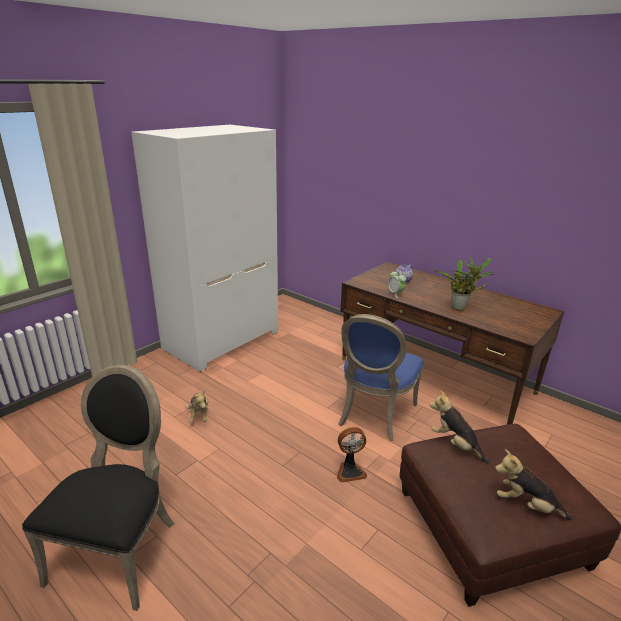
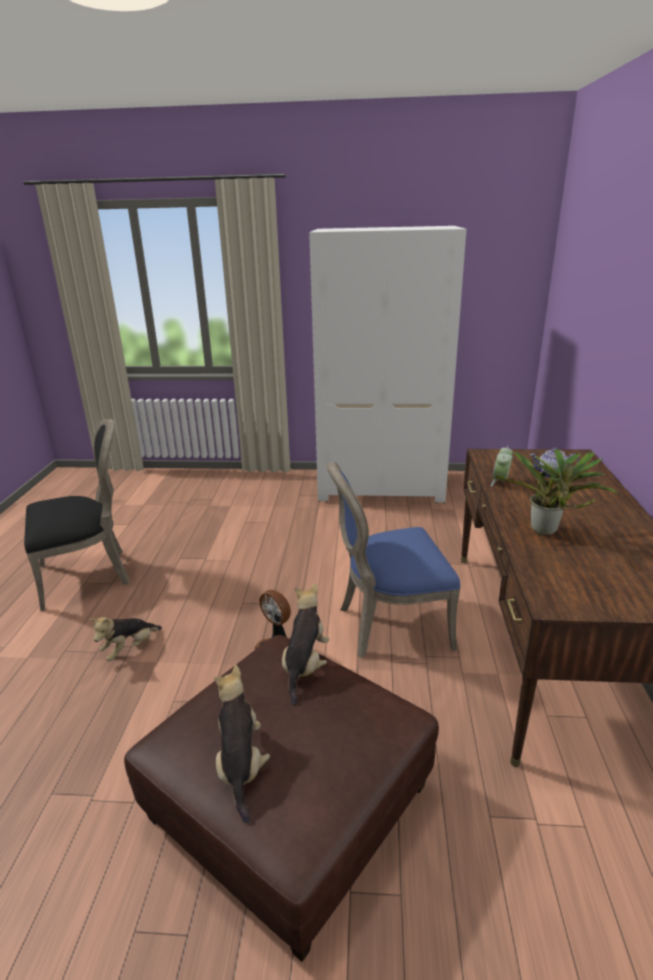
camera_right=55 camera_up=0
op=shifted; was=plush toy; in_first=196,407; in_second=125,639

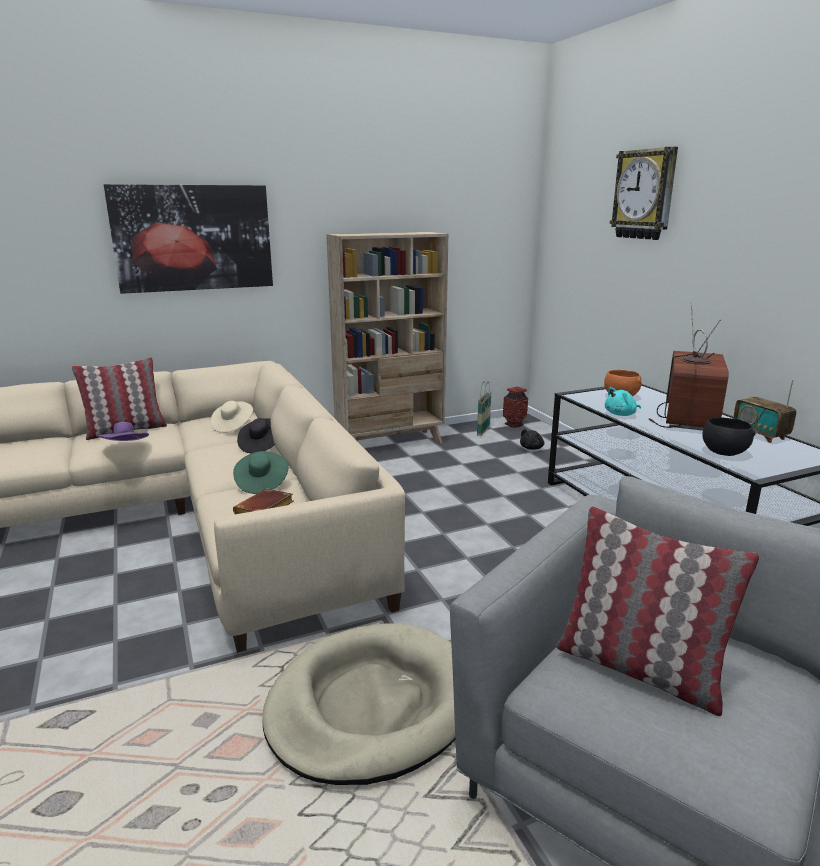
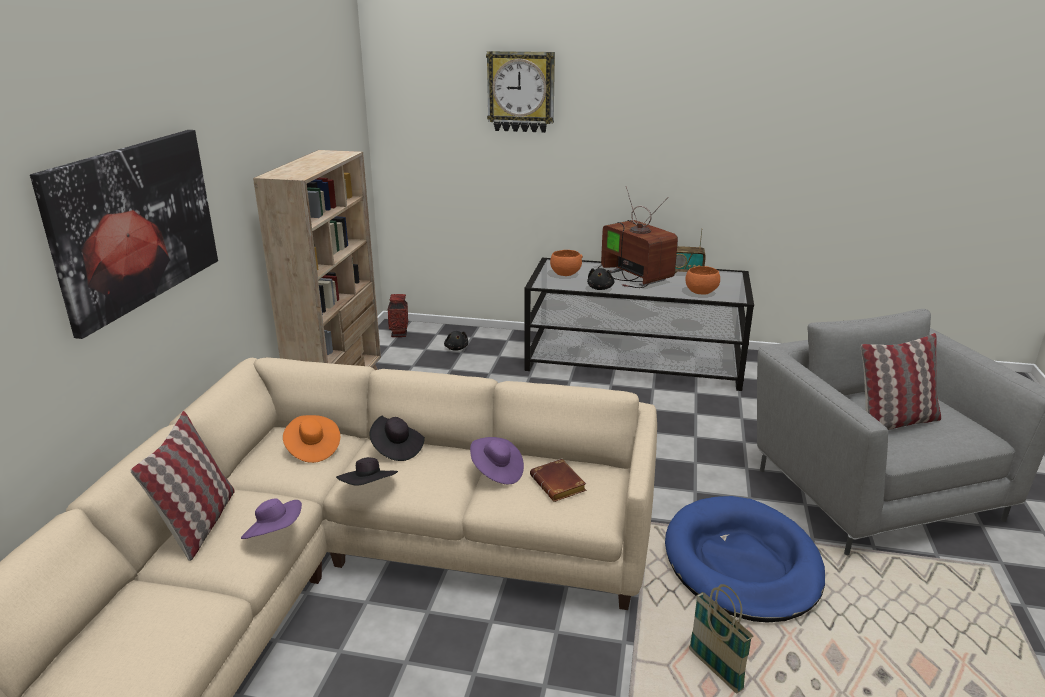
camera_right=-55 camera_up=5
op=shifted; was=basket; in_first=484,408; in_second=721,638
op=repainted; was=turquoise plush toy; now=black plush toy; in_first=623,401; in_second=600,279
op=repainted; was=beige hat; now=orange hat; in_first=231,417; in_second=311,439
op=repainted; was=black bowl; now=orange bowl; in_first=729,436; in_second=702,280
op=repainted; was=green hat; now=purple hat; in_first=260,472; in_second=497,460
op=repainted; was=beige dog bed; now=blue dog bed; in_first=358,704; in_second=745,559
op=new; now=black hat; in_second=367,471

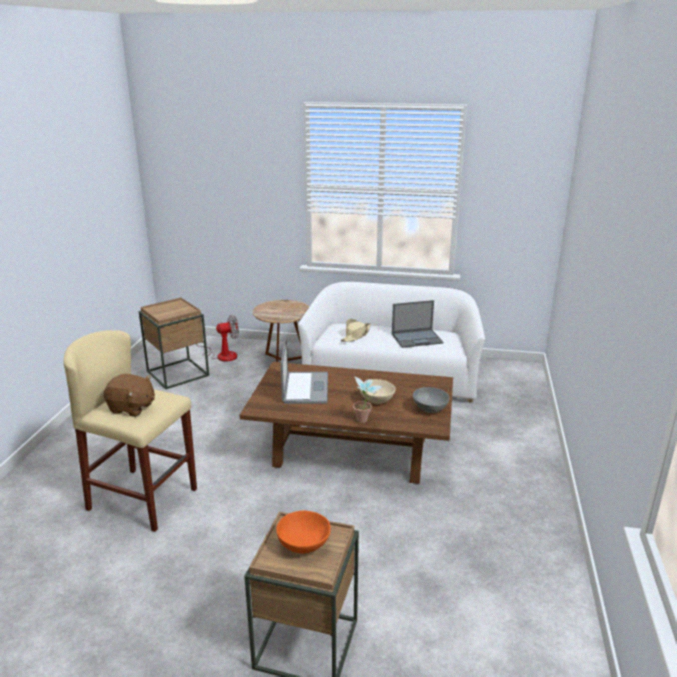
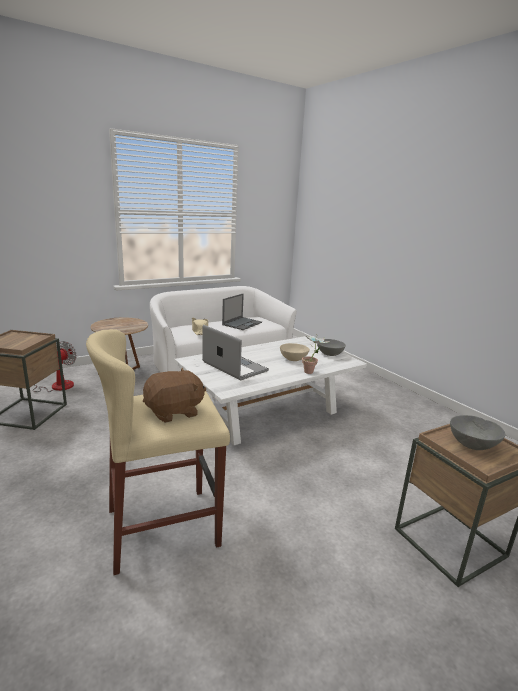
camera_right=-45 camera_up=-5
op=repainted; was=brown coffee table; now=white coffee table; in_first=346,423; in_second=270,390
op=repainted; was=orange bowl; now=grey bowl; in_first=303,532; in_second=477,432

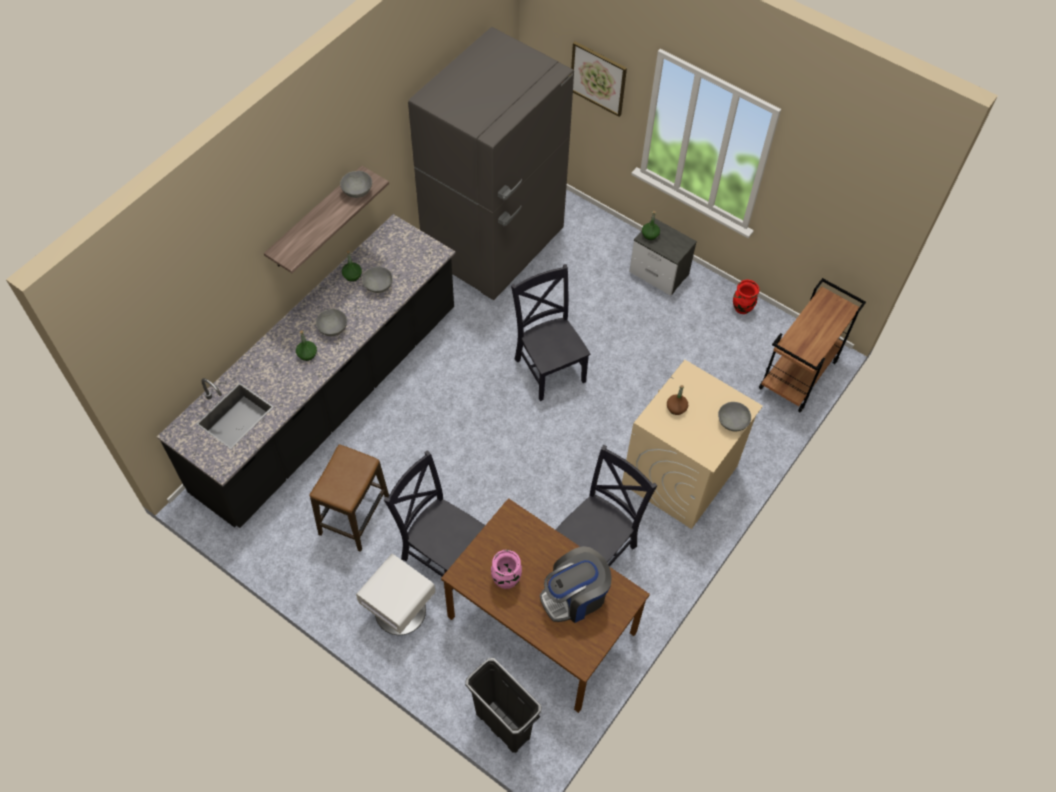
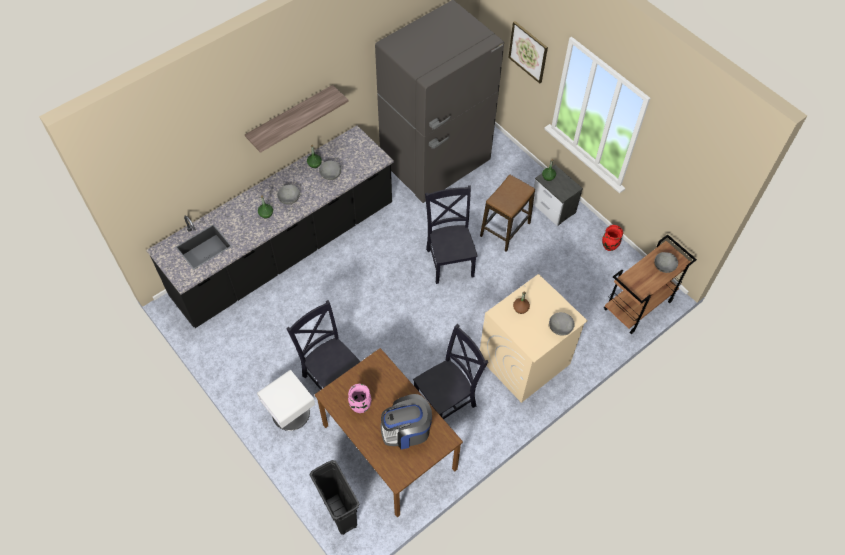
camera_right=15 camera_up=0
op=shifted; was=grey bowl; in_first=356,184; in_second=666,262
op=shifted; was=stool; in_first=349,498; in_second=507,213

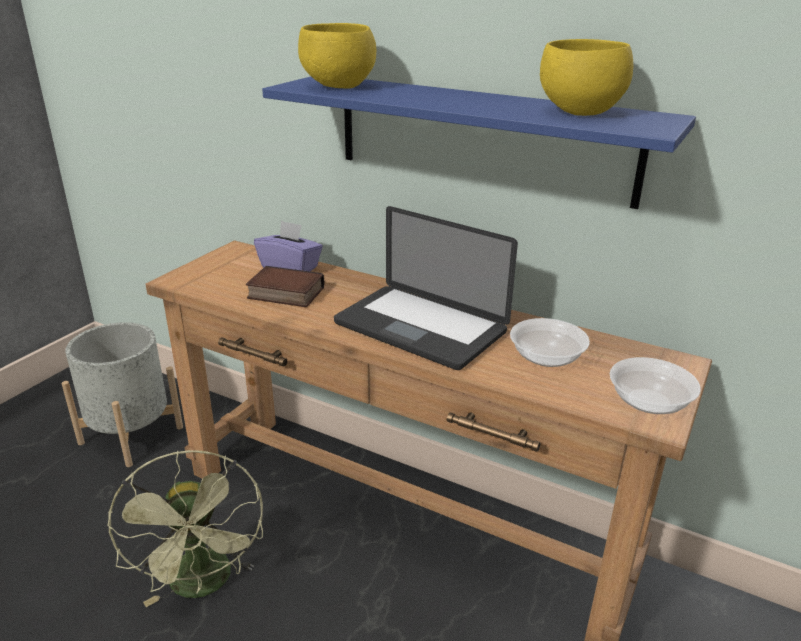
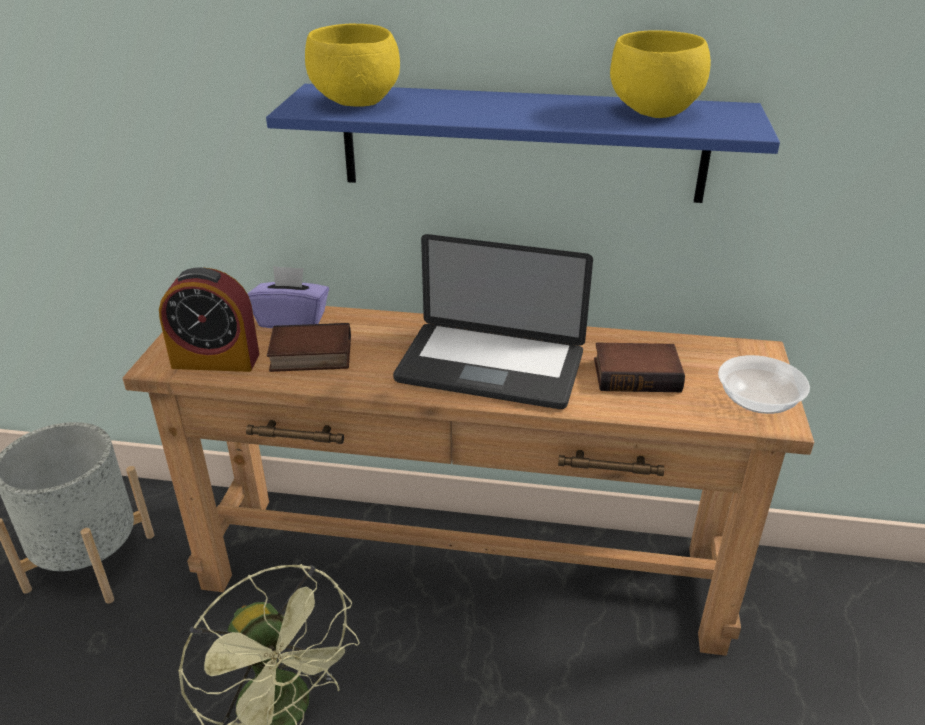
camera_right=-20 camera_up=5
op=swapped; was=bowl; now=book; in_first=550,342; in_second=639,367
op=new; now=alarm clock; in_second=209,319

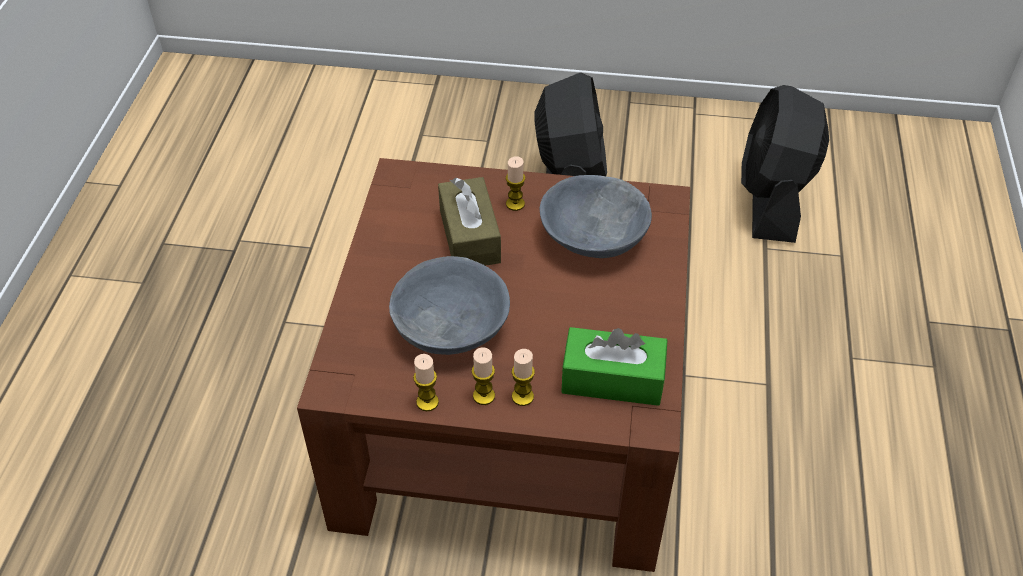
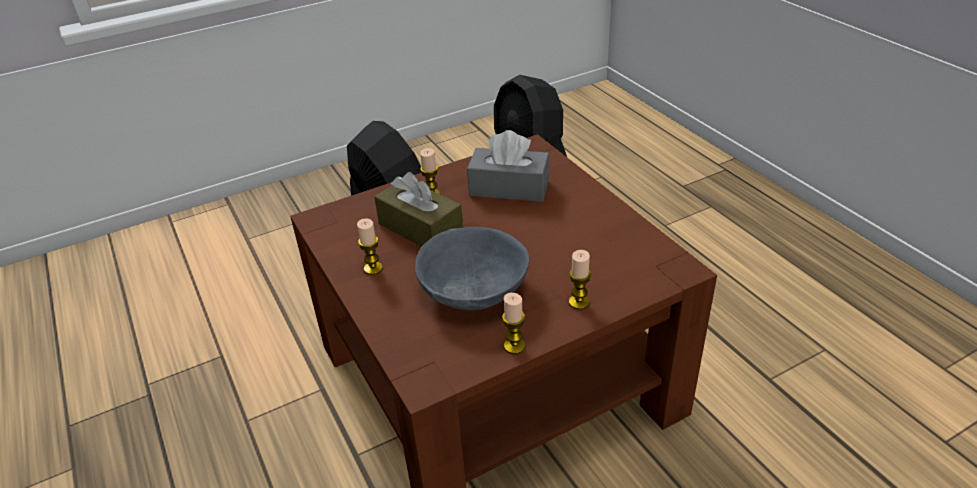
camera_right=-35 camera_up=-10
op=swapped; was=grey bowl; now=grey tissue box; in_first=596,216; in_second=508,166
op=gone; was=green tissue box; in_first=614,366
op=shifted; was=candle; in_first=483,376; in_second=370,246

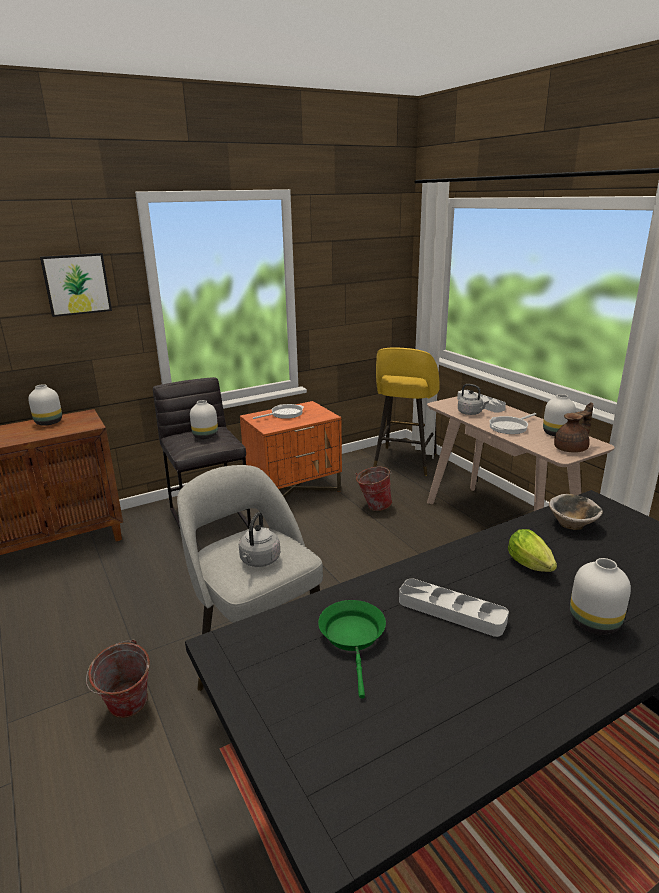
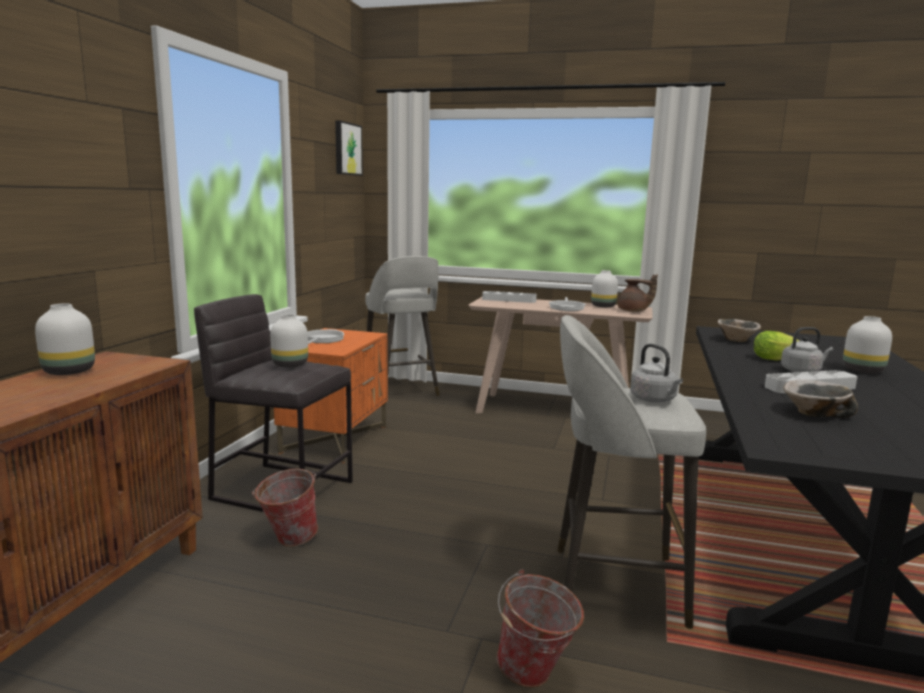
camera_right=-45 camera_up=-10
op=shifted; was=picture; in_first=76,285; in_second=349,148
op=repainted; was=yellow stool; now=grey stool; in_first=406,411; in_second=403,326
op=shifted; was=grey kettle; in_first=473,399; in_second=807,349
op=rotated; was=brown teapot; in_first=573,427; in_second=638,293; clockwise=105
op=shifted; was=bucket; in_first=373,488; in_second=285,507
op=swapped; was=green frying pan; now=bowl; in_first=352,649; in_second=820,398

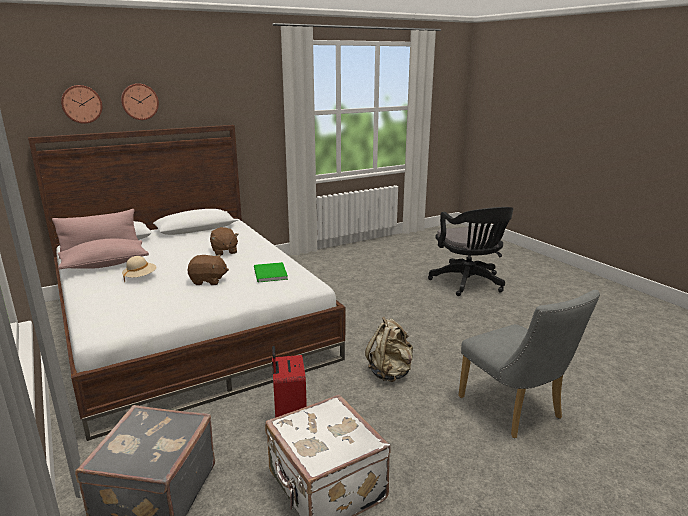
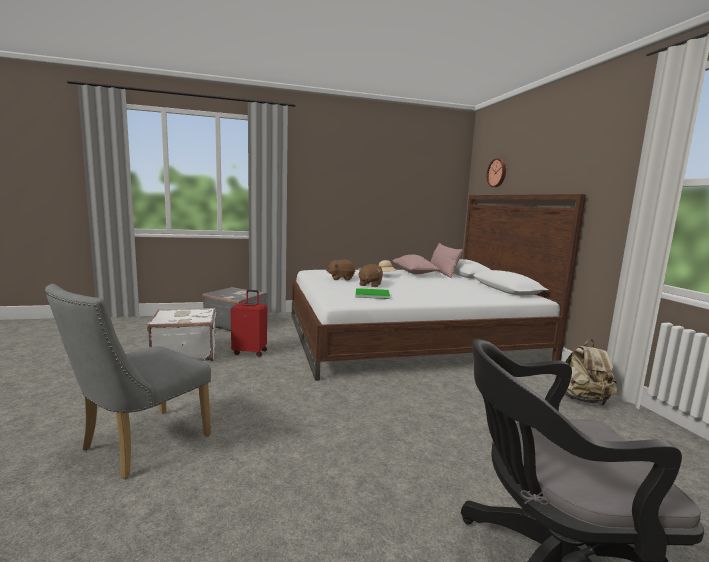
camera_right=105 camera_up=-10
op=gone; was=wall clock; in_first=140,101
op=shifted; was=brown plush toy; in_first=224,241; in_second=340,269
op=rotated; was=grey chair; in_first=529,364; in_second=128,381; clockwise=-45
op=shifted; was=beige backpack; in_first=389,349; in_second=586,372

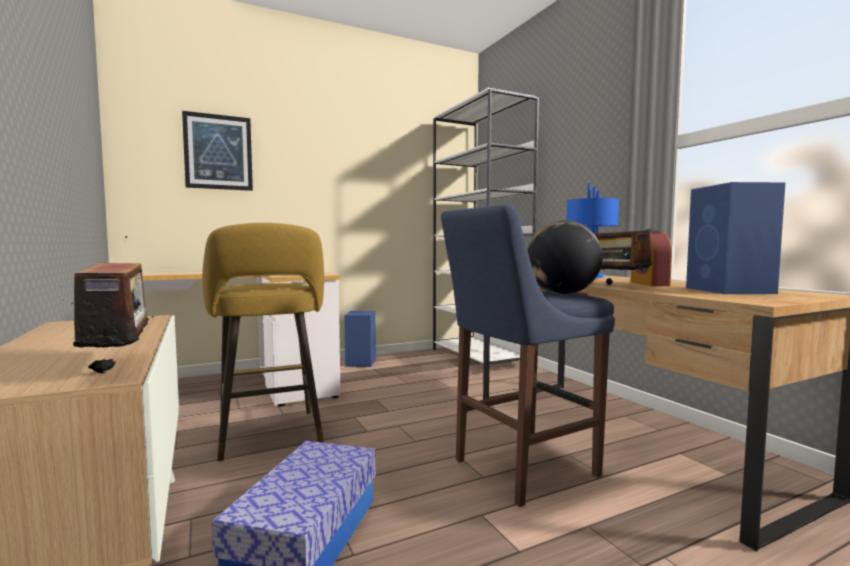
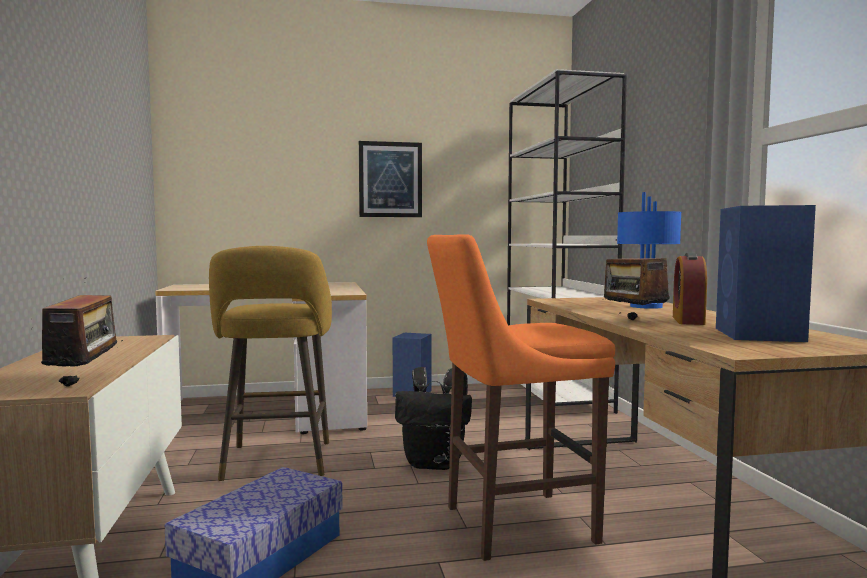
camera_right=15 camera_up=0
op=shifted; was=picture; in_first=217,151; in_second=390,179
op=repainted; was=blue stool; now=orange stool; in_first=528,355; in_second=521,397
op=gone; was=globe; in_first=565,257
op=new; now=black backpack; in_second=433,418

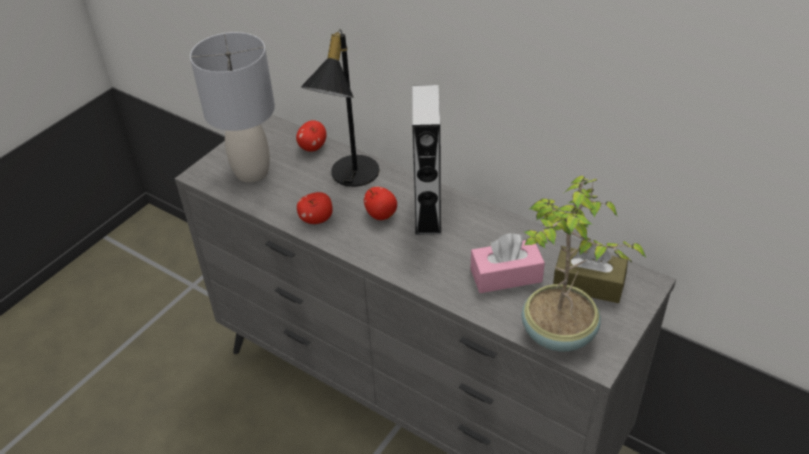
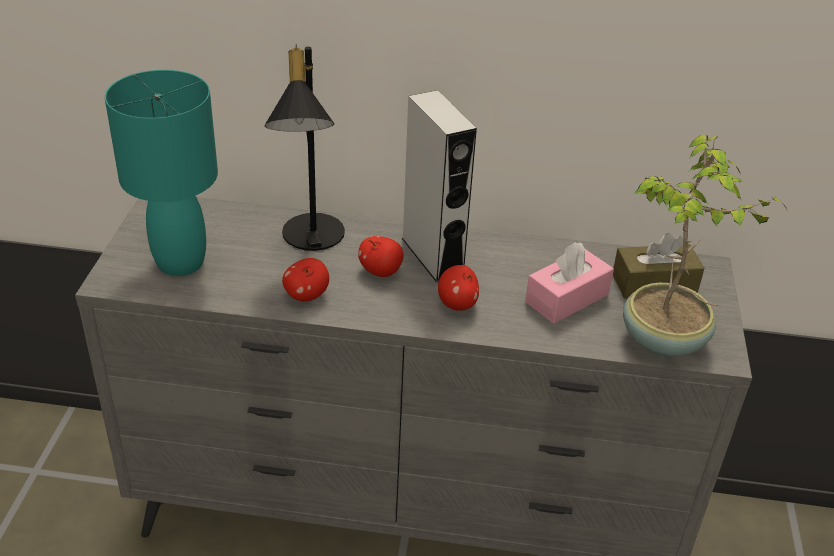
camera_right=-30 camera_up=-5
op=repainted; was=grey table lamp; now=turquoise table lamp; in_first=232,107; in_second=161,173
op=shifted; was=apple; in_first=311,136; in_second=458,288

